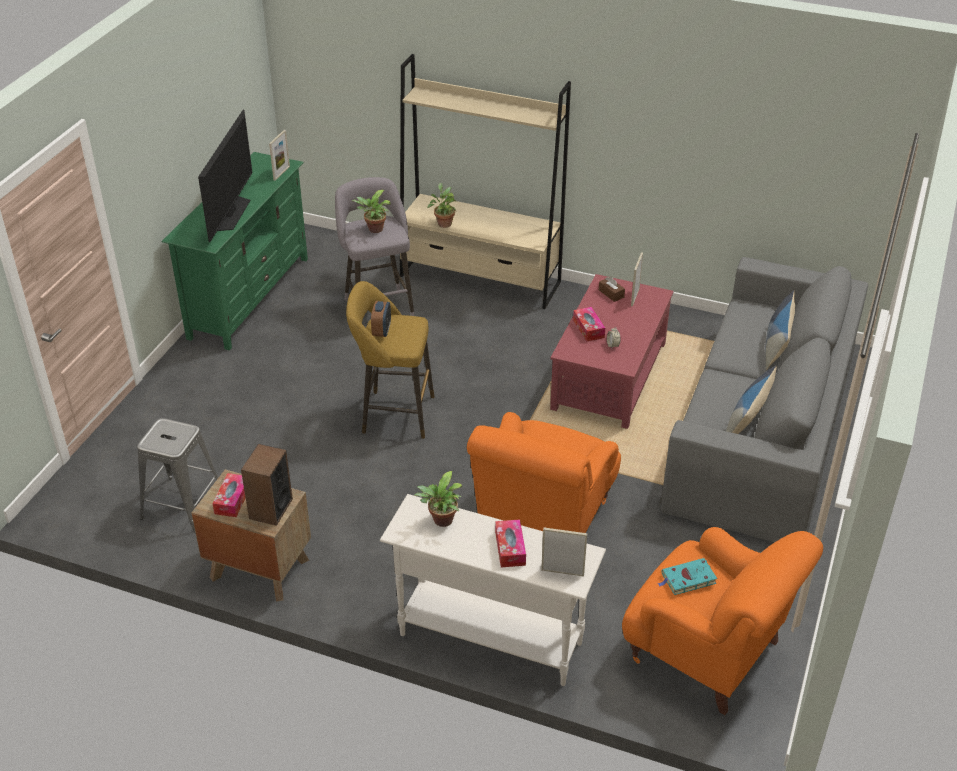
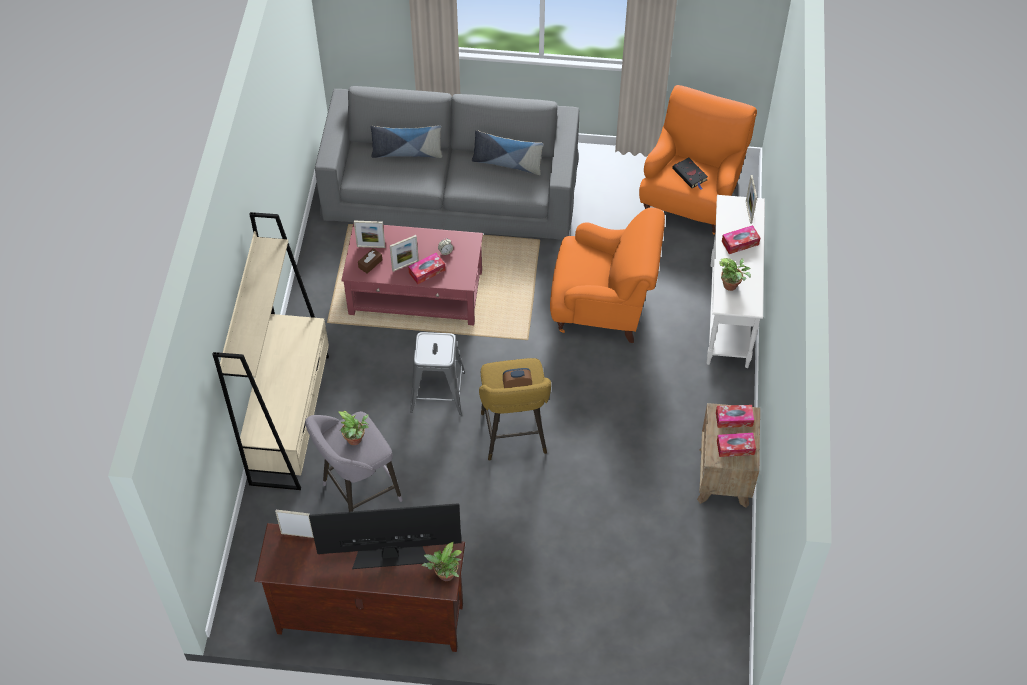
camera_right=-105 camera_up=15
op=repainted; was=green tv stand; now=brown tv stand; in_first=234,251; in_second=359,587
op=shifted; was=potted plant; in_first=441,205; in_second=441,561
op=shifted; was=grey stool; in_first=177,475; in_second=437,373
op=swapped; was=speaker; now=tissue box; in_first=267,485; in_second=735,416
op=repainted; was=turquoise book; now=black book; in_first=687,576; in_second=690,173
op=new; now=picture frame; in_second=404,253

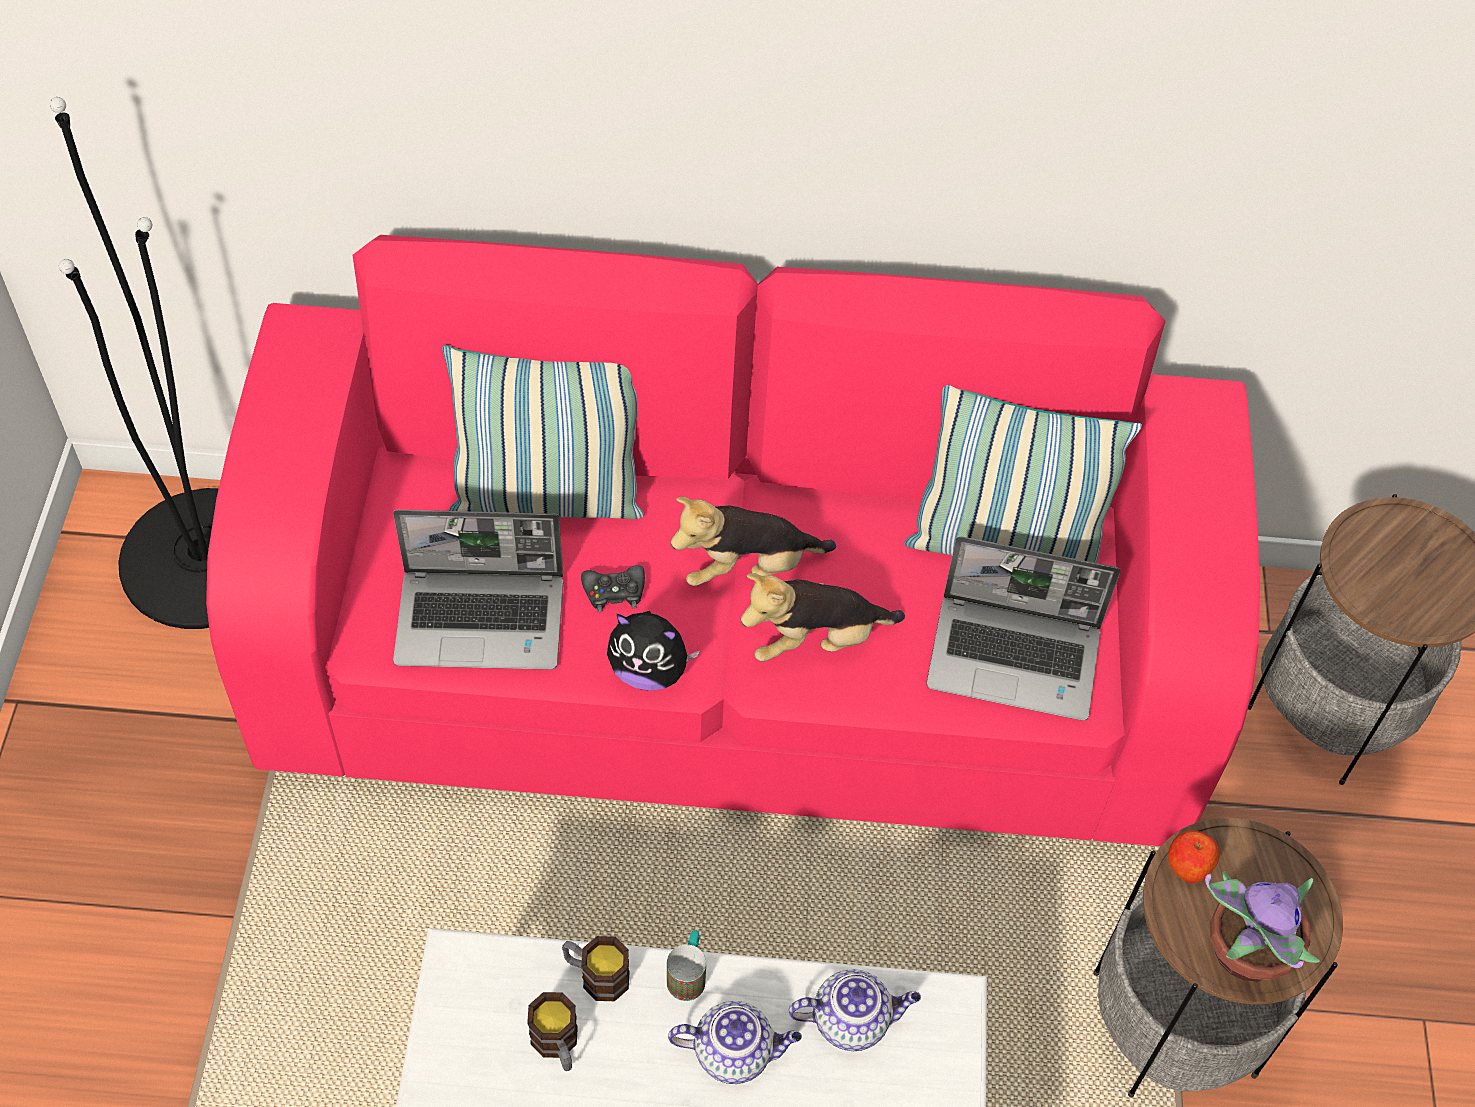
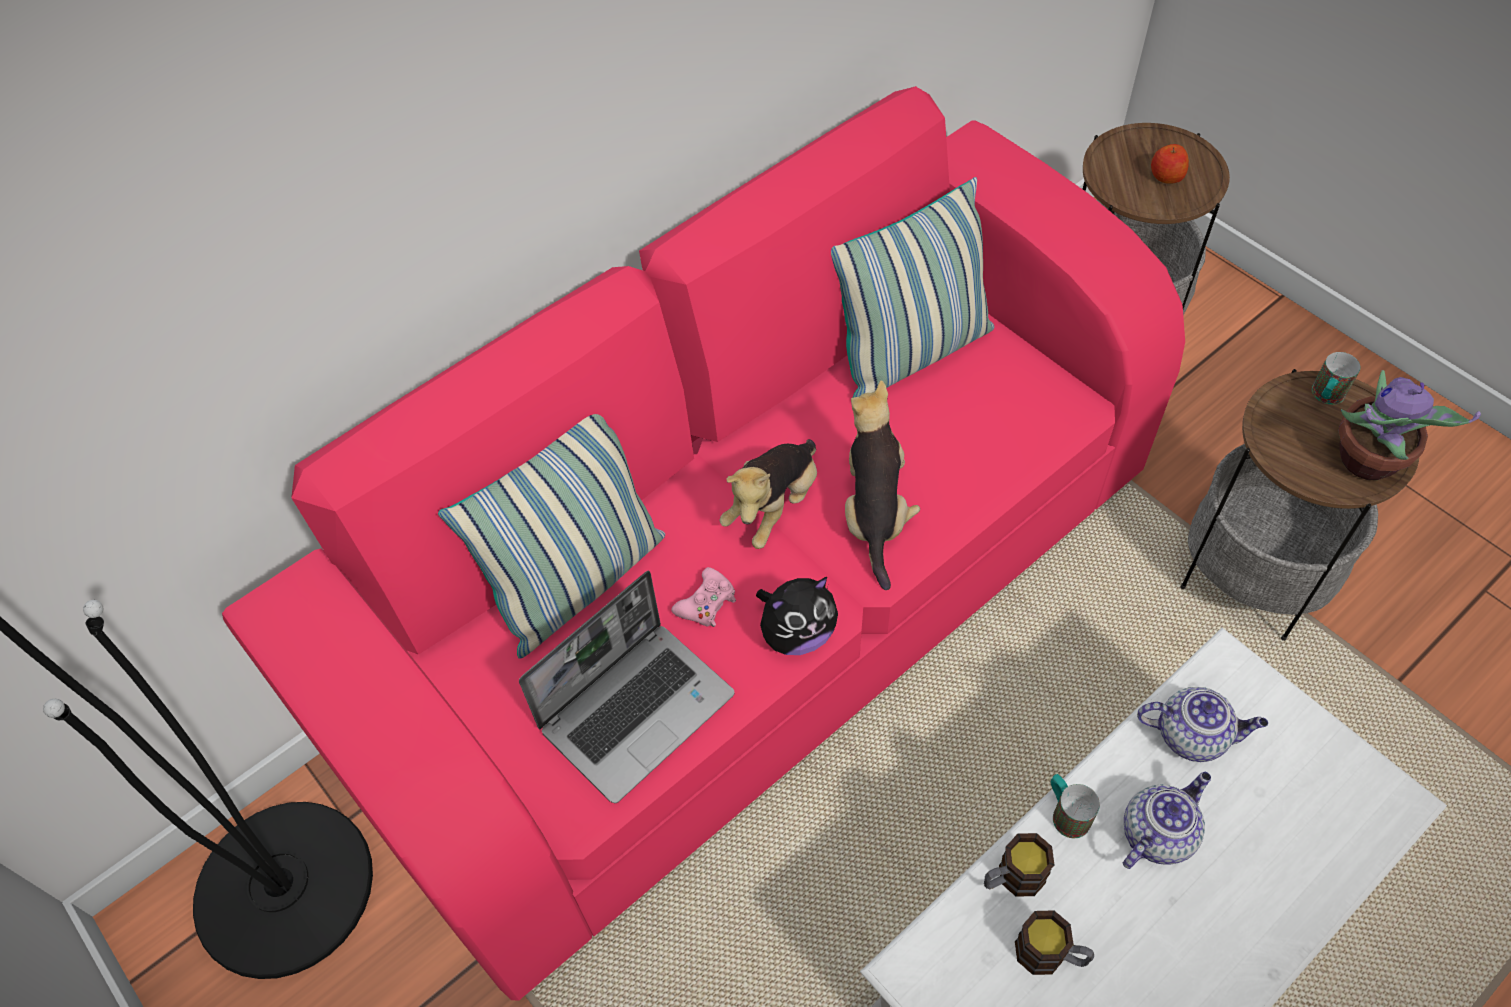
camera_right=-40 camera_up=0
op=gone; was=laptop; in_first=1024,628
op=repainted; was=black game controller; now=pink game controller; in_first=613,588; in_second=703,597
op=rotated; was=plush toy; in_first=823,617; in_second=882,485; clockwise=150
op=shifted; was=apple; in_first=1194,857; in_second=1170,164
op=rotated; was=teapot; in_first=855,1010; in_second=1202,724; clockwise=60
op=new; now=mug; in_second=1336,378

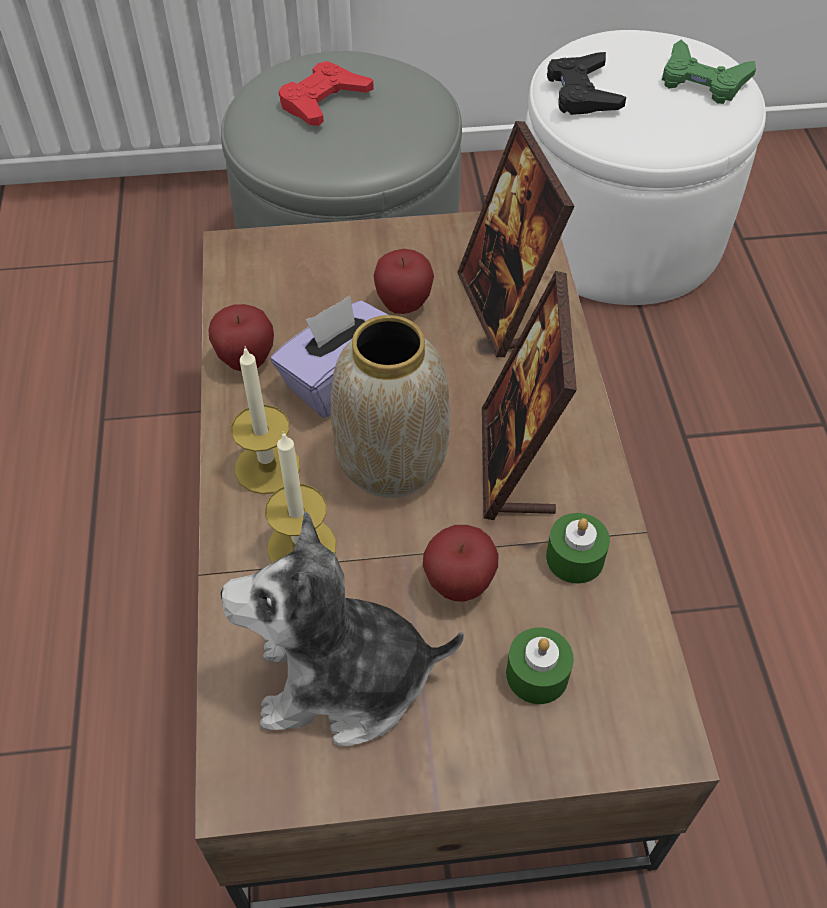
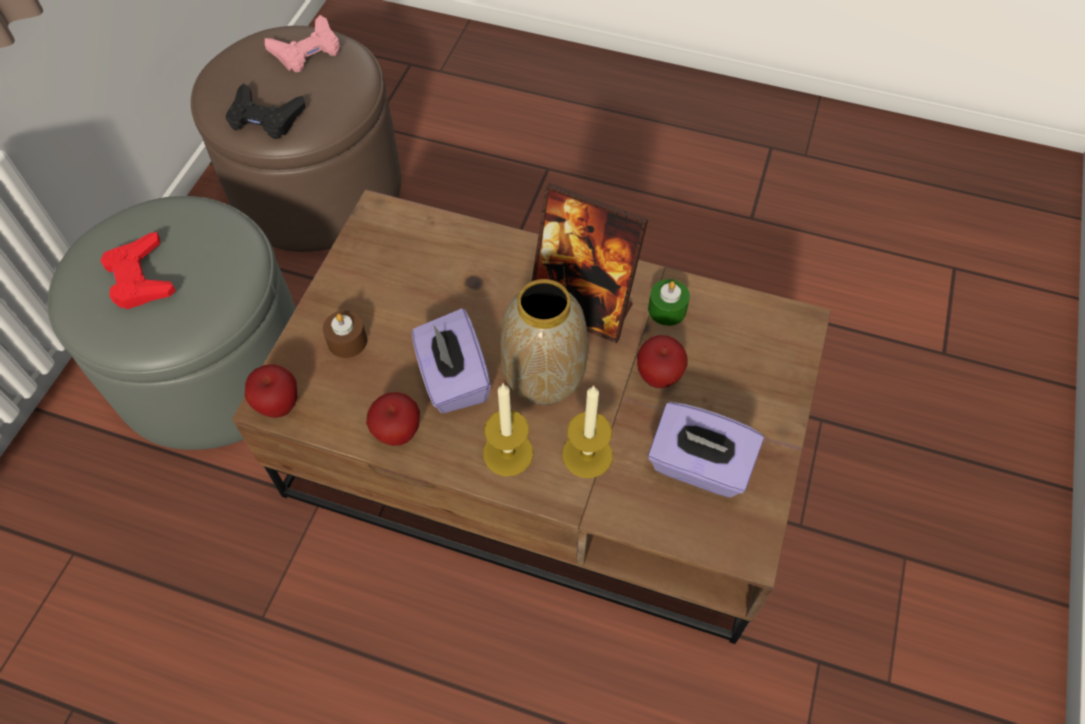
camera_right=-65 camera_up=5
op=repainted; was=white ottoman; now=brown ottoman; in_first=645,167; in_second=296,139
op=repainted; was=green game controller; now=pink game controller; in_first=709,71; in_second=302,43
op=gone; was=picture frame; in_first=516,239
op=shifted; was=apple; in_first=403,281; in_second=271,391
op=swapped; was=plush toy; now=purple tissue box; in_first=342,628; in_second=706,450
op=gone; was=green candle; in_first=540,665
op=new; now=brown candle; in_second=345,334

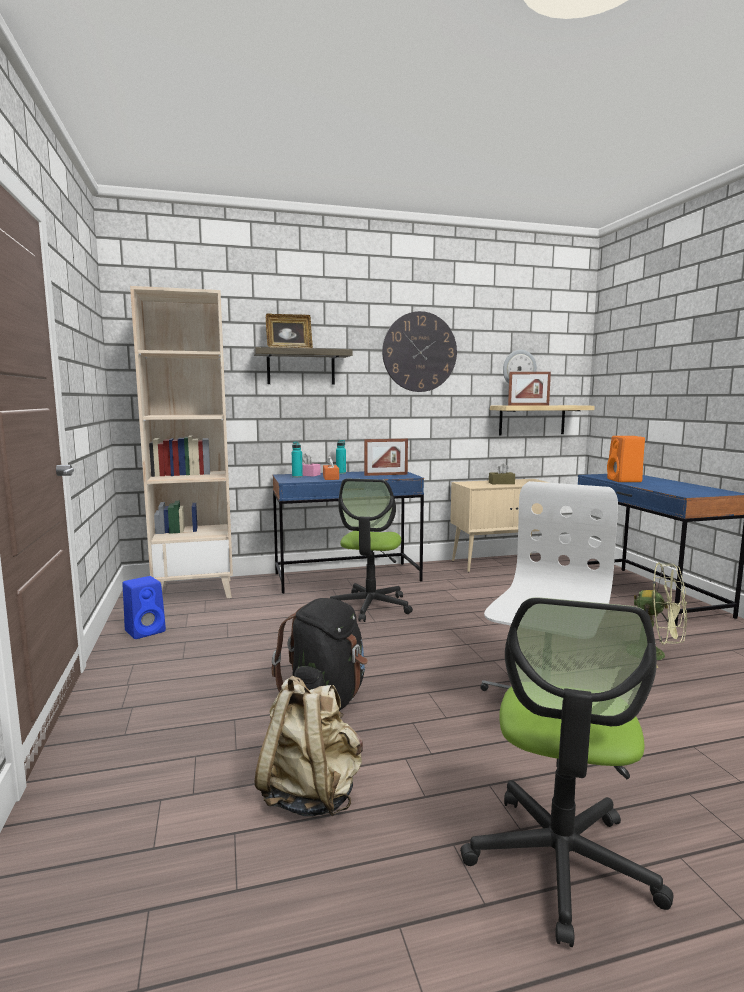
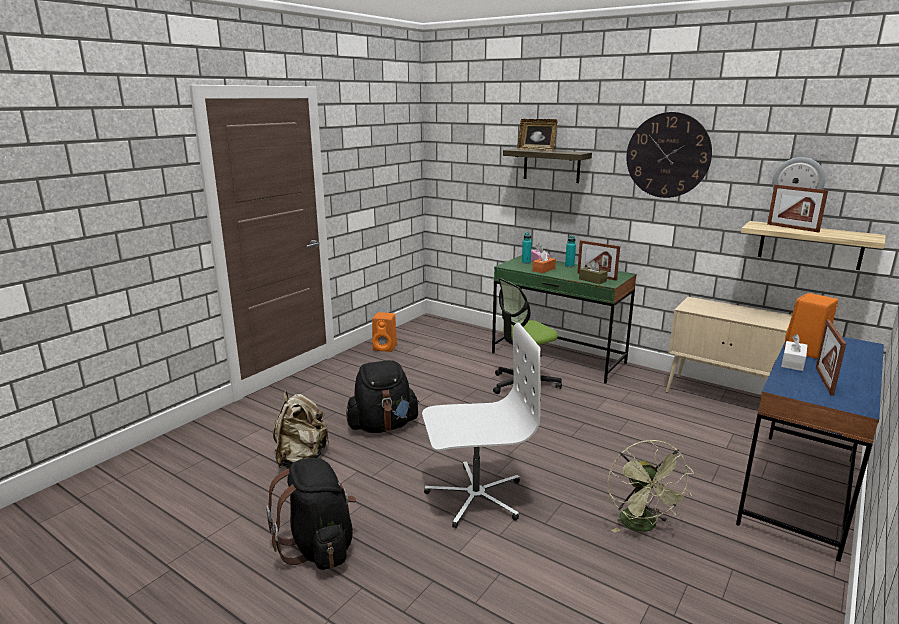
camera_right=50 camera_up=10
op=gone; was=beige bookcase; in_first=181,442
op=shifted; was=brown tissue box; in_first=502,474; in_second=593,272
op=repainted; was=blue desk; now=green desk; in_first=348,532; in_second=564,319
op=repainted; was=blue speaker; now=orange speaker; in_first=144,607; in_second=384,332
op=swapped; was=office chair; now=black backpack; in_first=567,772; in_second=311,514
op=new; now=picture frame; in_second=830,357
op=new; now=white tissue box; in_second=794,352

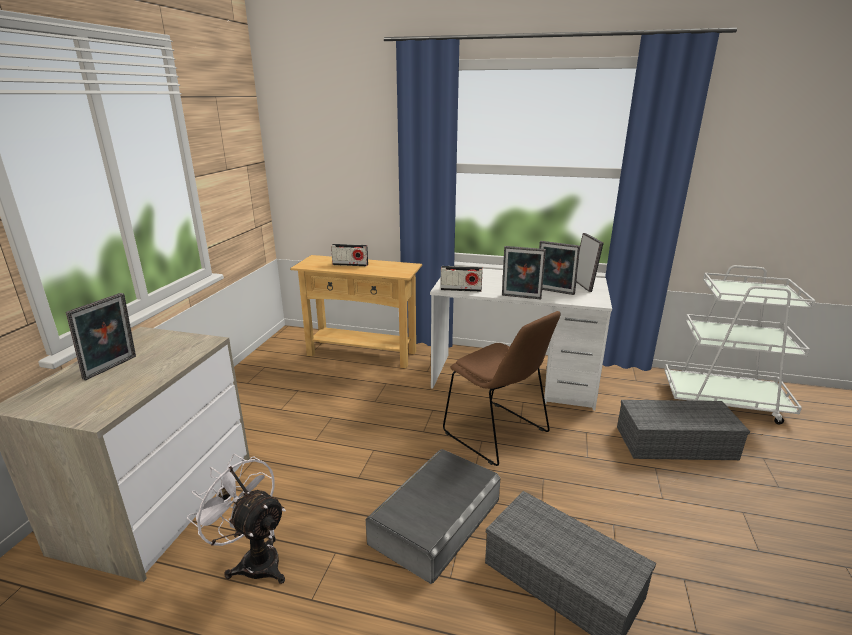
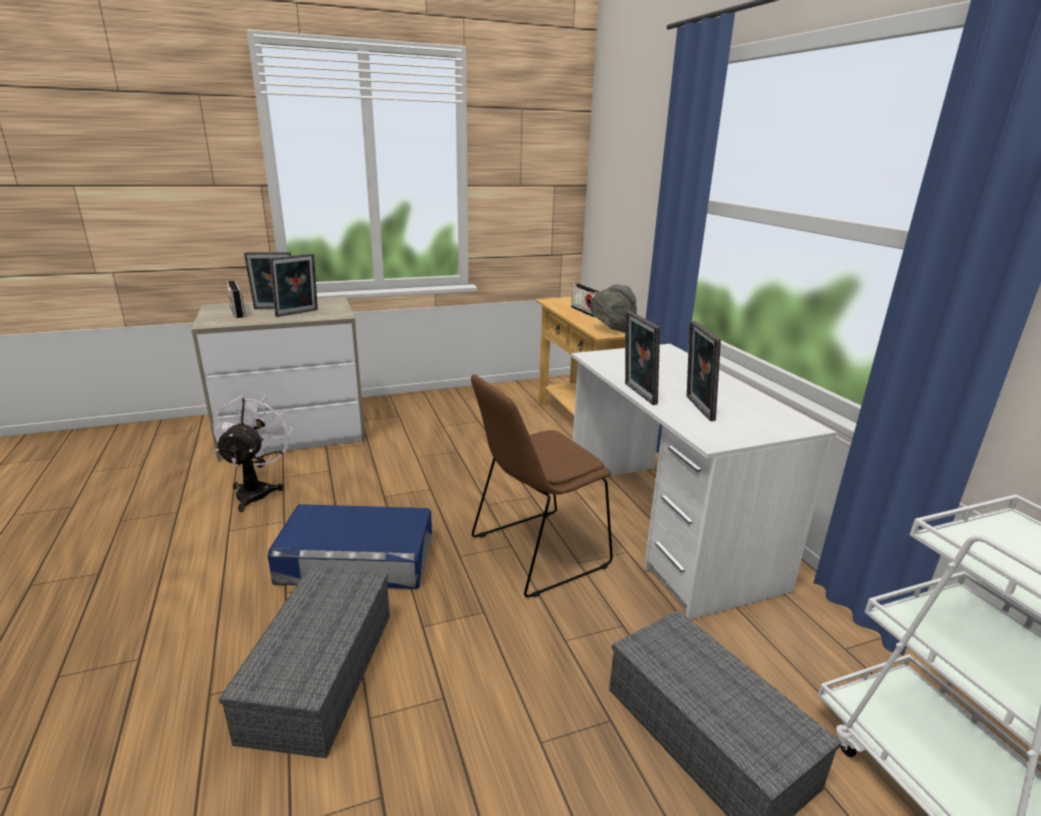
camera_right=55 camera_up=0
op=shifted; was=picture frame; in_first=590,262; in_second=294,285
op=shifted; was=radio; in_first=462,279; in_second=235,299
op=rotated; was=brown chair; in_first=501,388; in_second=542,486; clockwise=45
op=repainted; was=grey storage box; now=blue storage box; in_first=433,516; in_second=350,546
op=new; now=grey hat; in_second=613,309

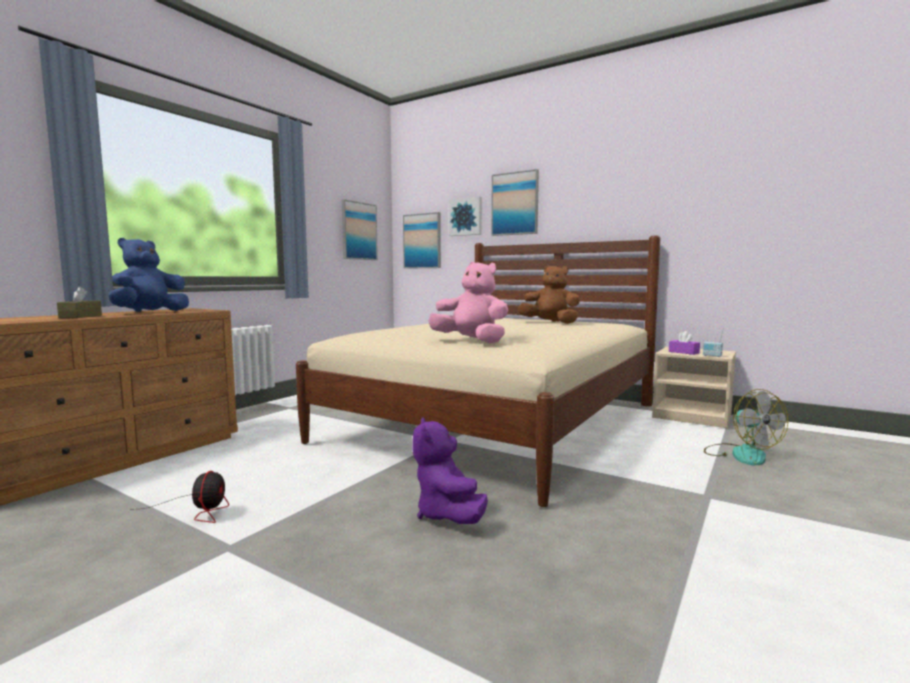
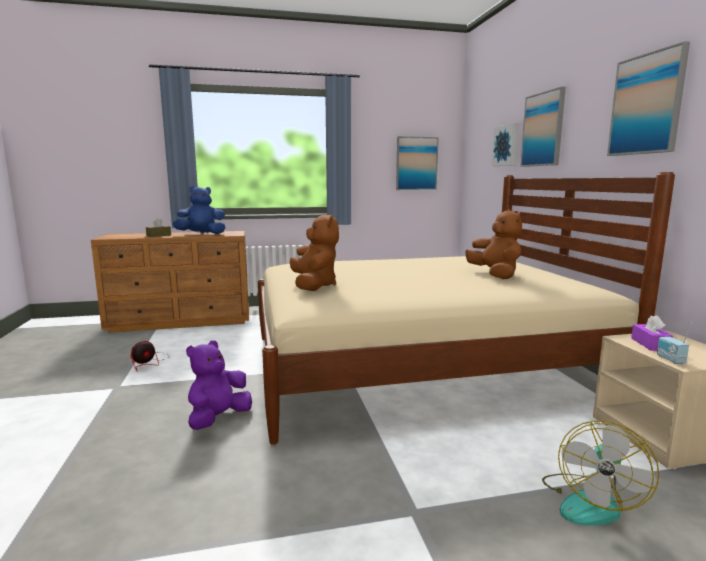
camera_right=45 camera_up=5
op=shifted; was=picture; in_first=422,240; in_second=648,98
op=repainted; was=pink plush toy; now=brown plush toy; in_first=468,302; in_second=314,252

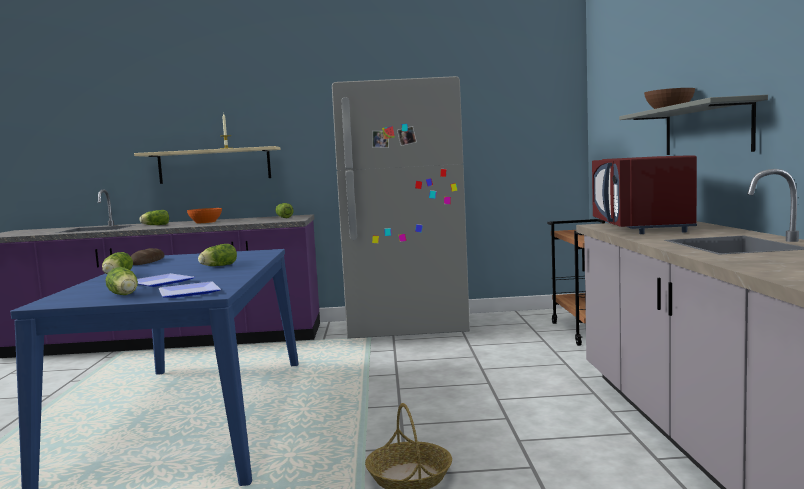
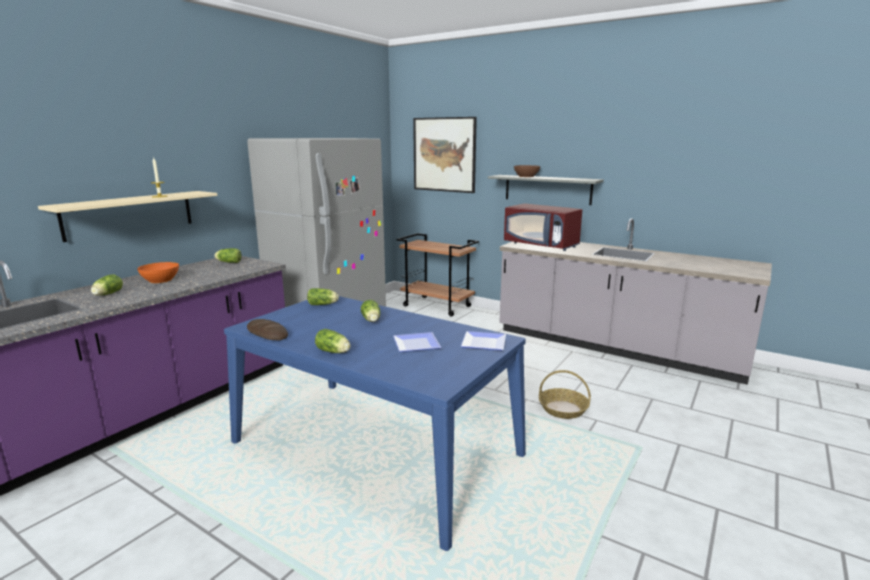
camera_right=-55 camera_up=10
op=shifted; was=lettuce; in_first=121,281; in_second=323,296
op=new; now=picture; in_second=445,155

